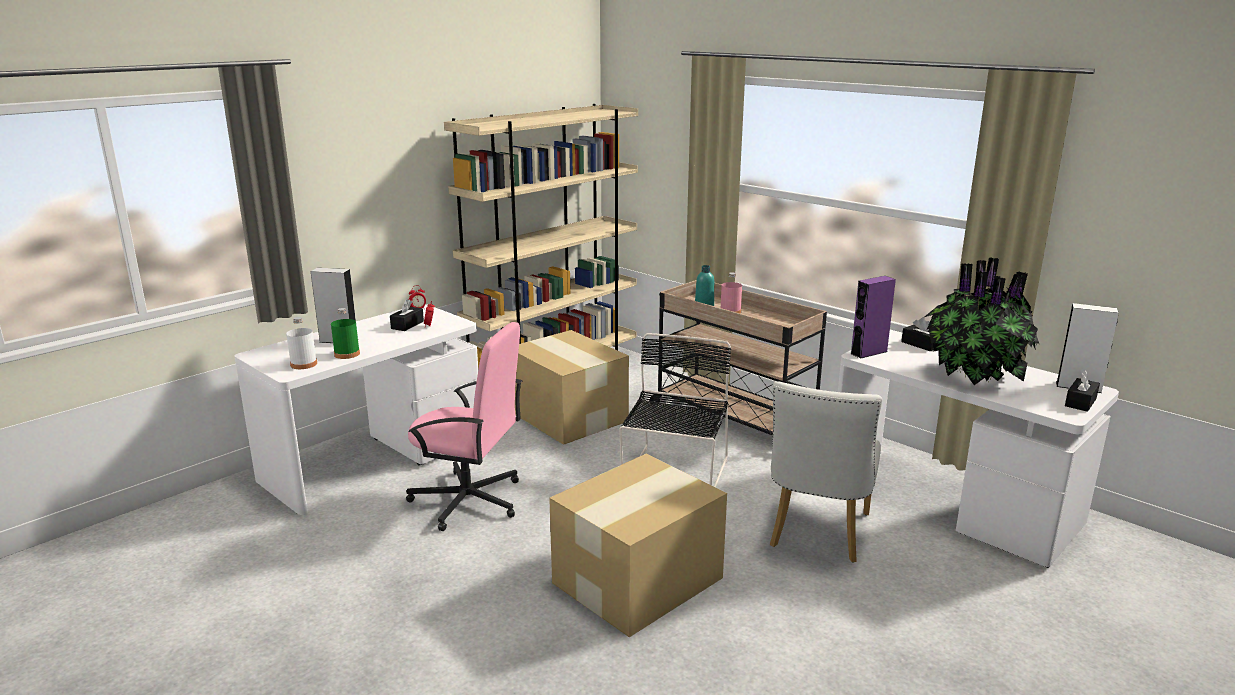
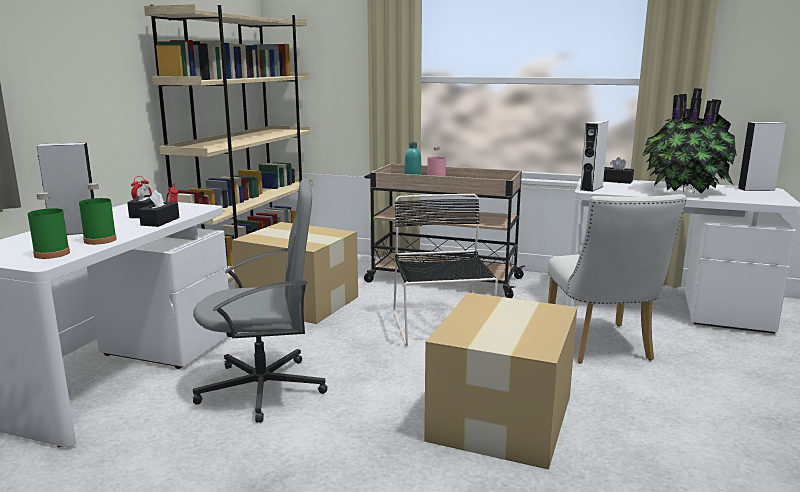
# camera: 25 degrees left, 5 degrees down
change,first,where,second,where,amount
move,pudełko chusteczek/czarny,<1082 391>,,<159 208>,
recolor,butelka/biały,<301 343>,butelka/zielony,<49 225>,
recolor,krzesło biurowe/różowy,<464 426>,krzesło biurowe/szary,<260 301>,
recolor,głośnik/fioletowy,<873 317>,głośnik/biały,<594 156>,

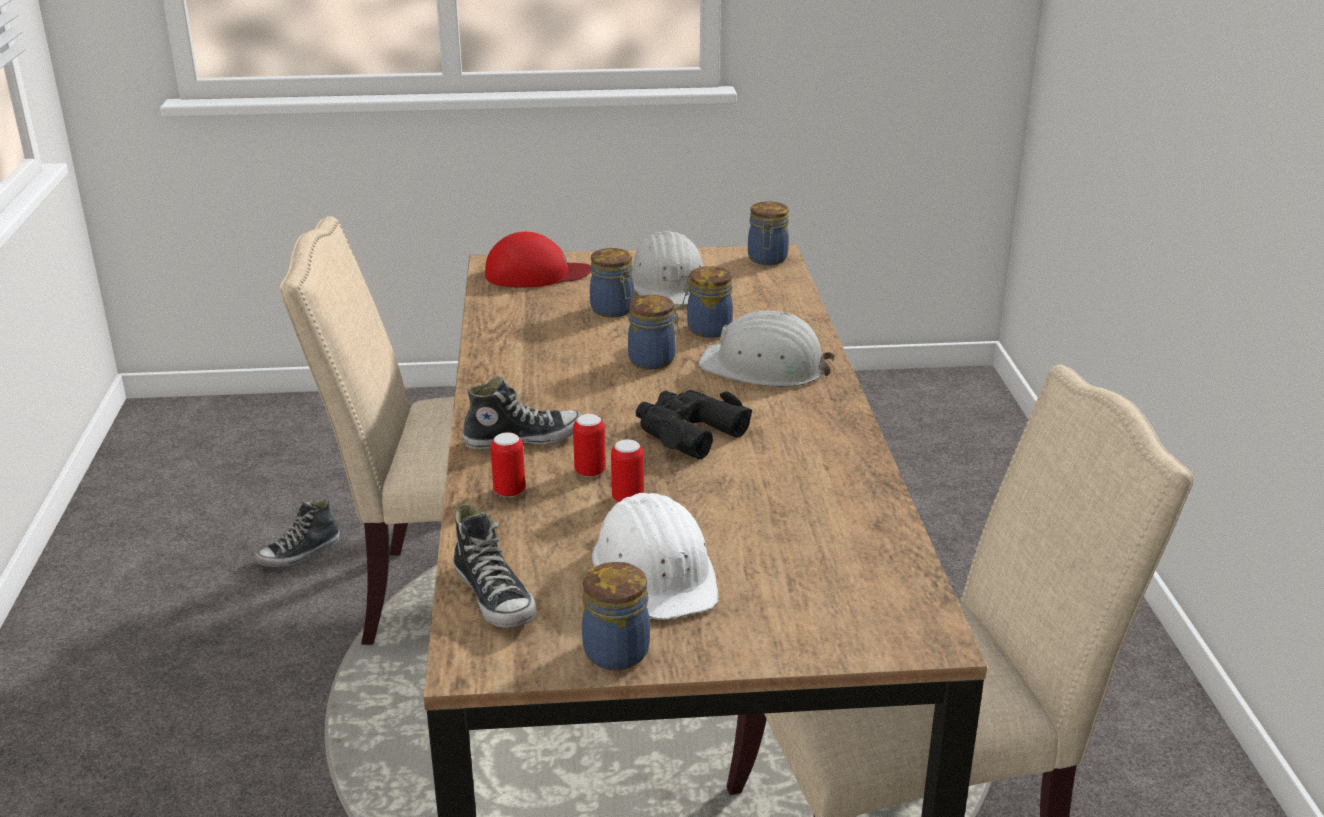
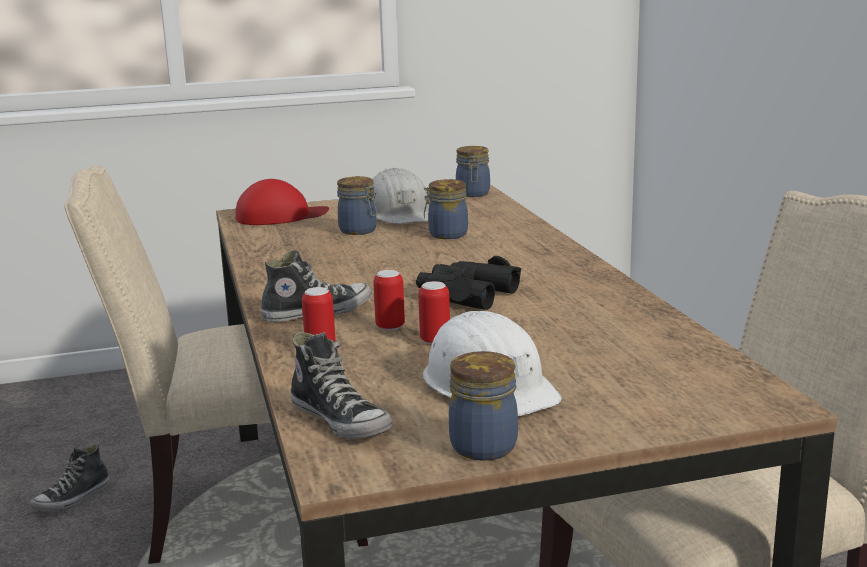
# camera: 10 degrees left, 10 degrees down
change,first,where,second,where,amount
delete,słoik,<654 332>,,,
delete,kask/biały,<766 349>,,,

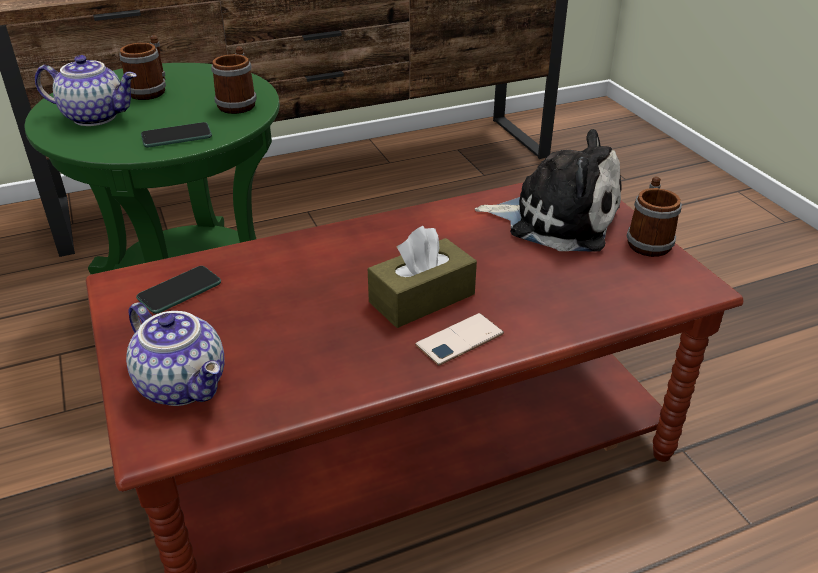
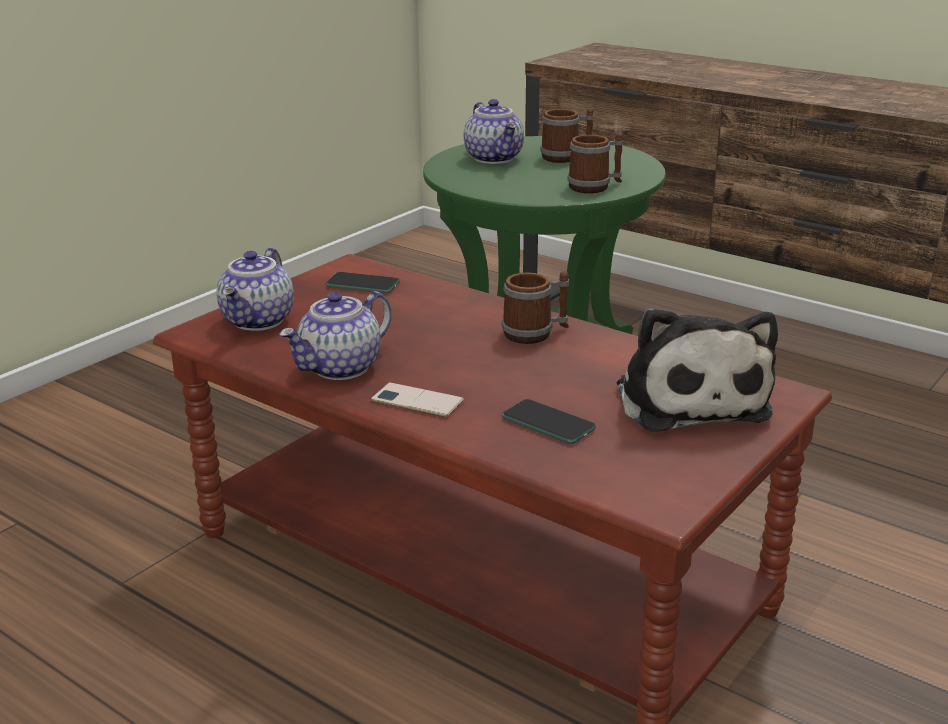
# camera: 60 degrees right, 10 degrees down
change,first,where,second,where,amount
delete,pudełko chusteczek/brązowy,<422 277>,,,
insert,,,imbryk,<335 335>,
move,telefon,<176 134>,,<549 421>,
move,kubek,<654 216>,,<535 307>,

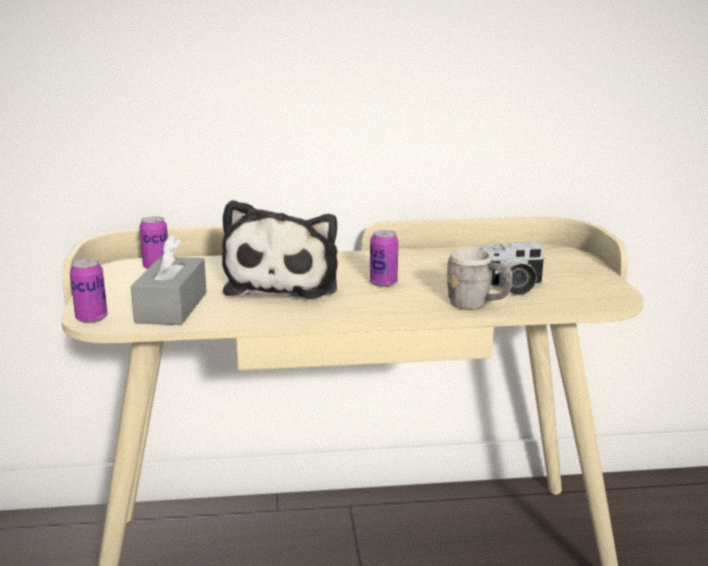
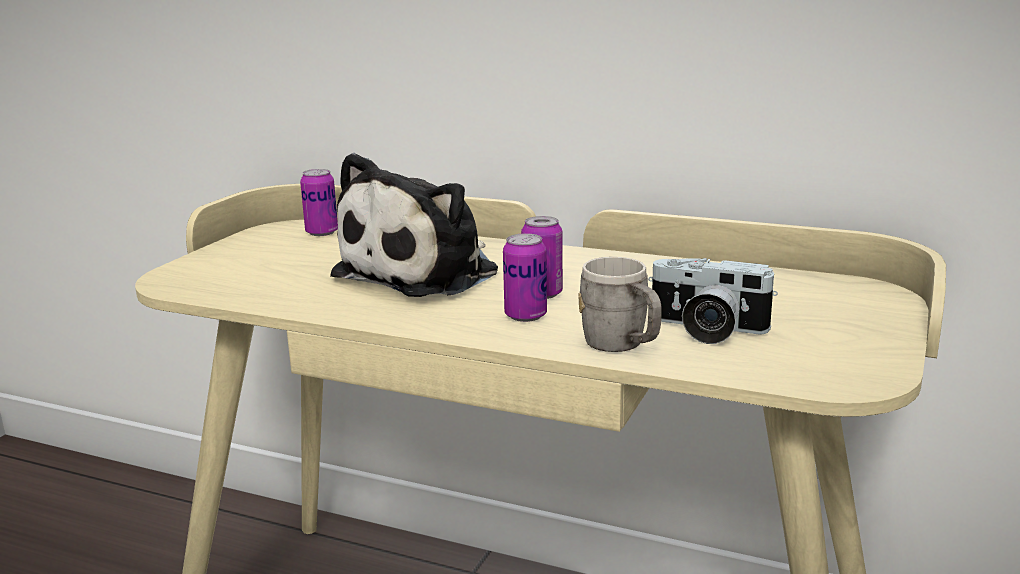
# camera: 30 degrees right, 0 degrees up
change,first,where,second,where,amount
delete,pudełko chusteczek/szary,<169 279>,,,
move,puszka,<89 291>,,<525 277>,

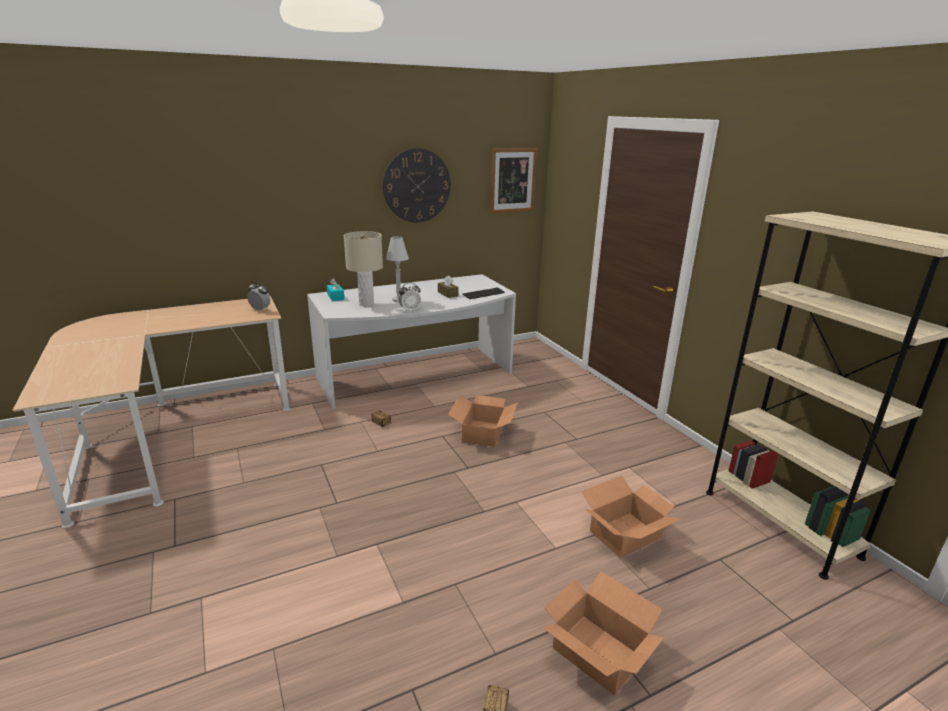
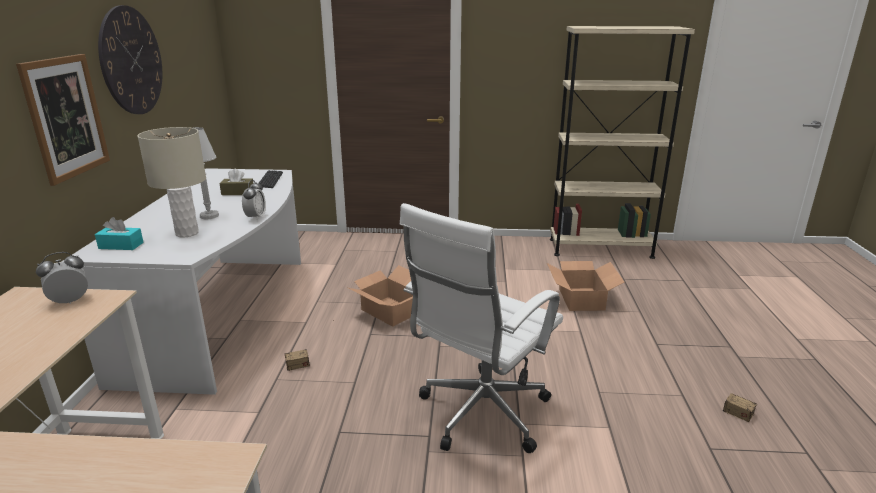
# camera: 60 degrees left, 0 degrees up
change,first,where,second,where,amount
delete,karton,<603 633>,,,
insert,,,krzesło biurowe/biały,<481 328>,
move,obraz,<514 181>,,<63 120>,

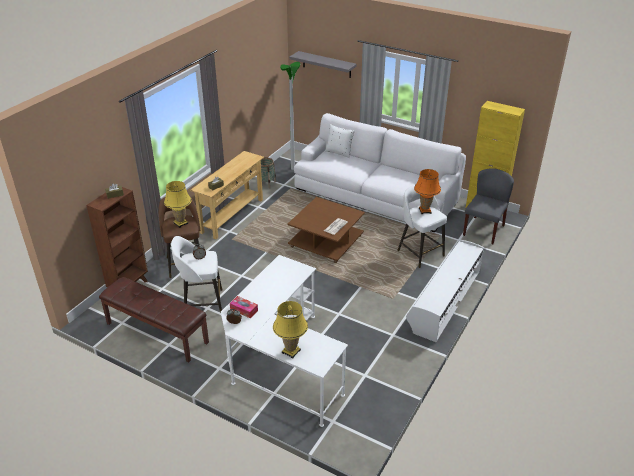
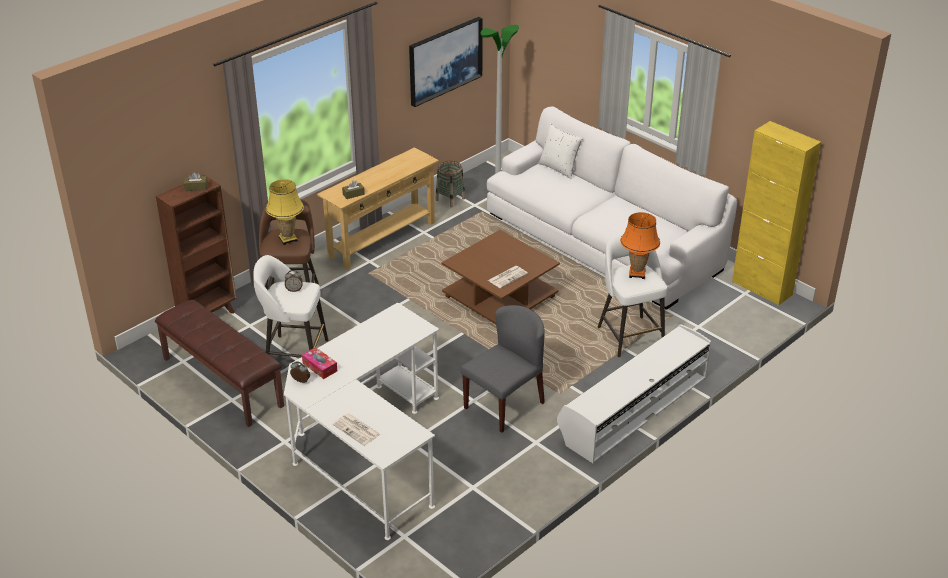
# camera: 15 degrees right, 0 degrees up
change,first,where,second,where,amount
delete,półka/szary,<323 64>,,,
insert,,,obraz,<446 62>,
move,krzesło/szary,<488 206>,,<503 369>,
replace,lampa stołowa/żółty,<290 330>,gazeta,<356 430>,

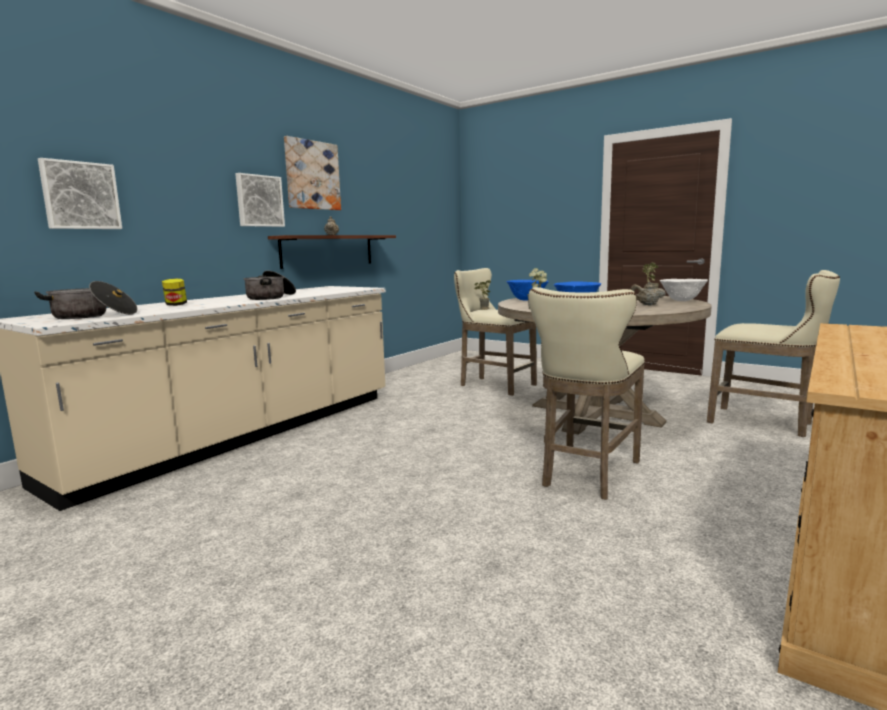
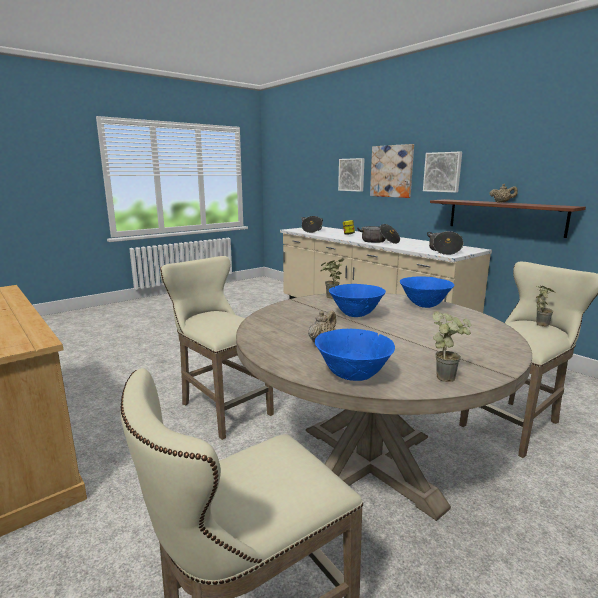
# camera: 105 degrees right, 5 degrees up
change,first,where,second,where,amount
insert,,,garnek,<445 243>,
move,obraz,<312 173>,,<392 171>,
recolor,miska/biały,<684 290>,miska/niebieski,<355 355>,

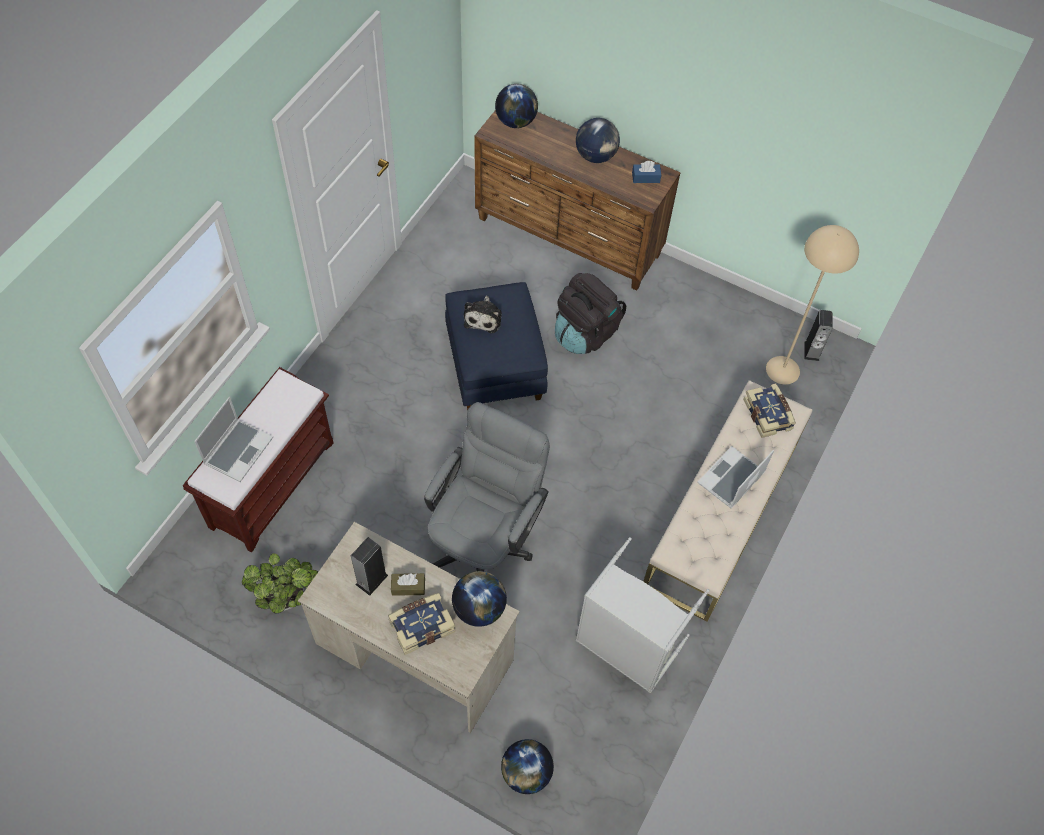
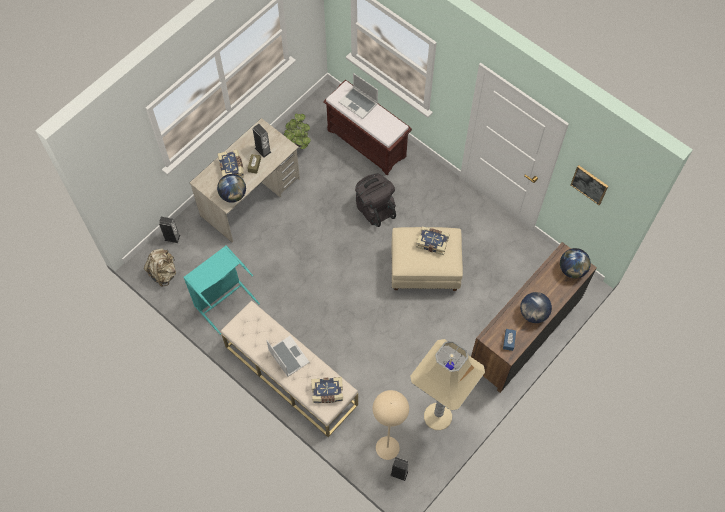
# camera: 105 degrees right, 5 degrees up
change,first,where,second,where,amount
delete,krzesło biurowe/szary,<487 486>,,,
insert,,,plecak/beżowy,<160 268>,
insert,,,lampa stojąca/beżowy,<447 384>,
insert,,,obraz,<589 185>,
move,plecak/czarny,<590 313>,,<375 200>,
replace,pluszak,<483 315>,książka,<433 241>,
replace,globus,<527 766>,głośnik,<169 230>,
recolor,pufa/niebieski,<496 346>,pufa/beżowy,<427 259>,
recolor,kosz na pranie/szary,<643 615>,kosz na pranie/turkusowy,<221 290>,

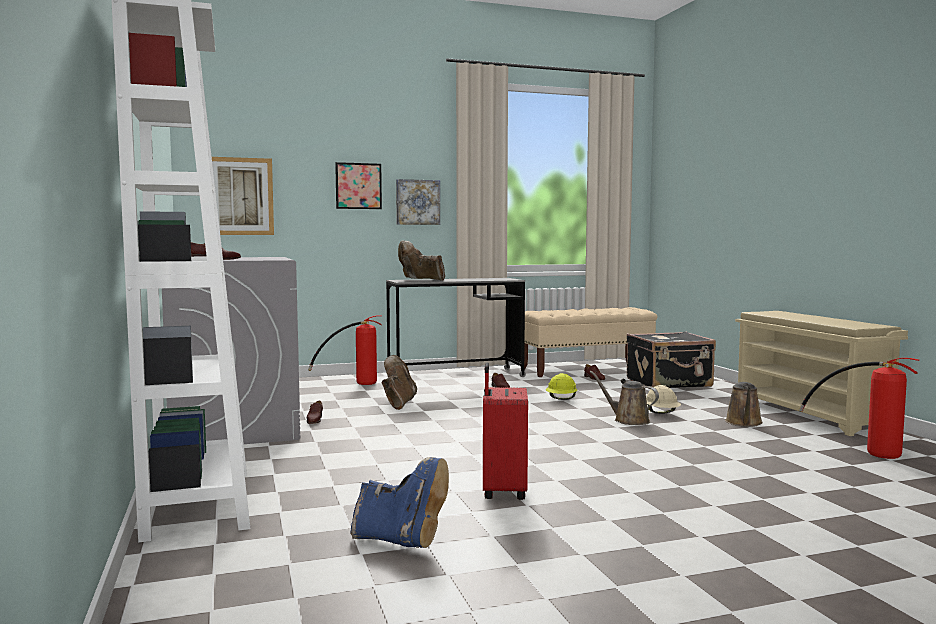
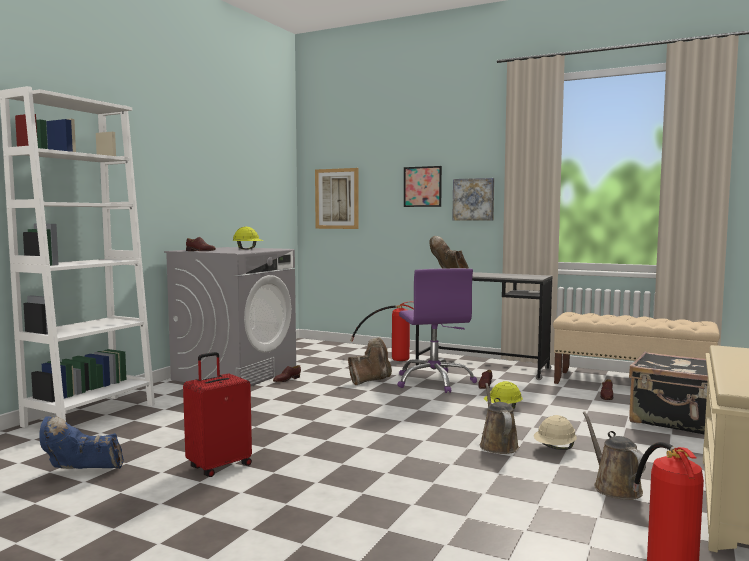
# camera: 45 degrees right, 0 degrees up
change,first,where,second,where,amount
insert,,,kask/żółty,<248 238>,
insert,,,krzesło biurowe/fioletowy,<437 330>,
rotate,but z cholewką/niebieski,<400 502>,,<81 442>,105 degrees clockwise
rotate,konewka/brązowy,<744 404>,,<614 455>,105 degrees clockwise

